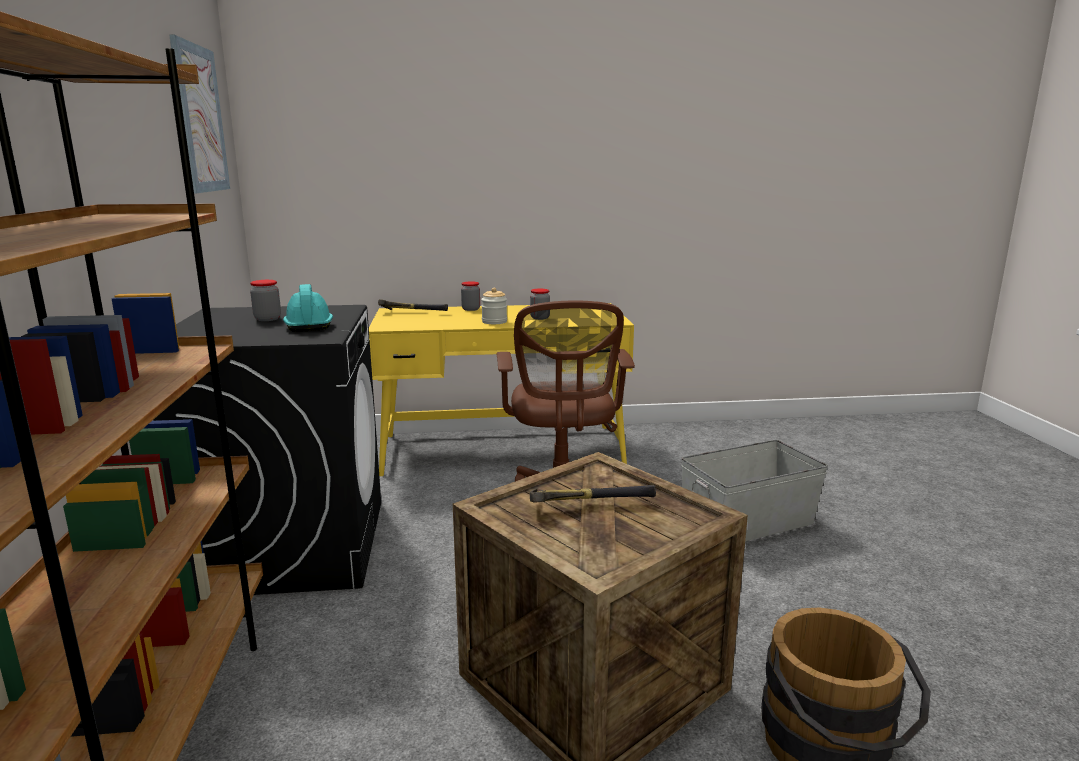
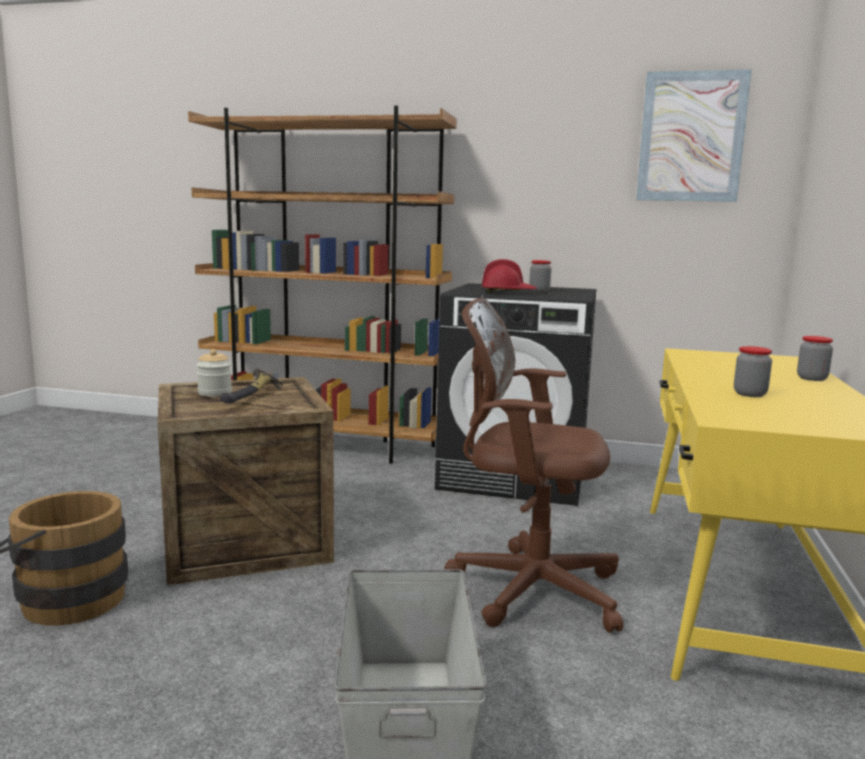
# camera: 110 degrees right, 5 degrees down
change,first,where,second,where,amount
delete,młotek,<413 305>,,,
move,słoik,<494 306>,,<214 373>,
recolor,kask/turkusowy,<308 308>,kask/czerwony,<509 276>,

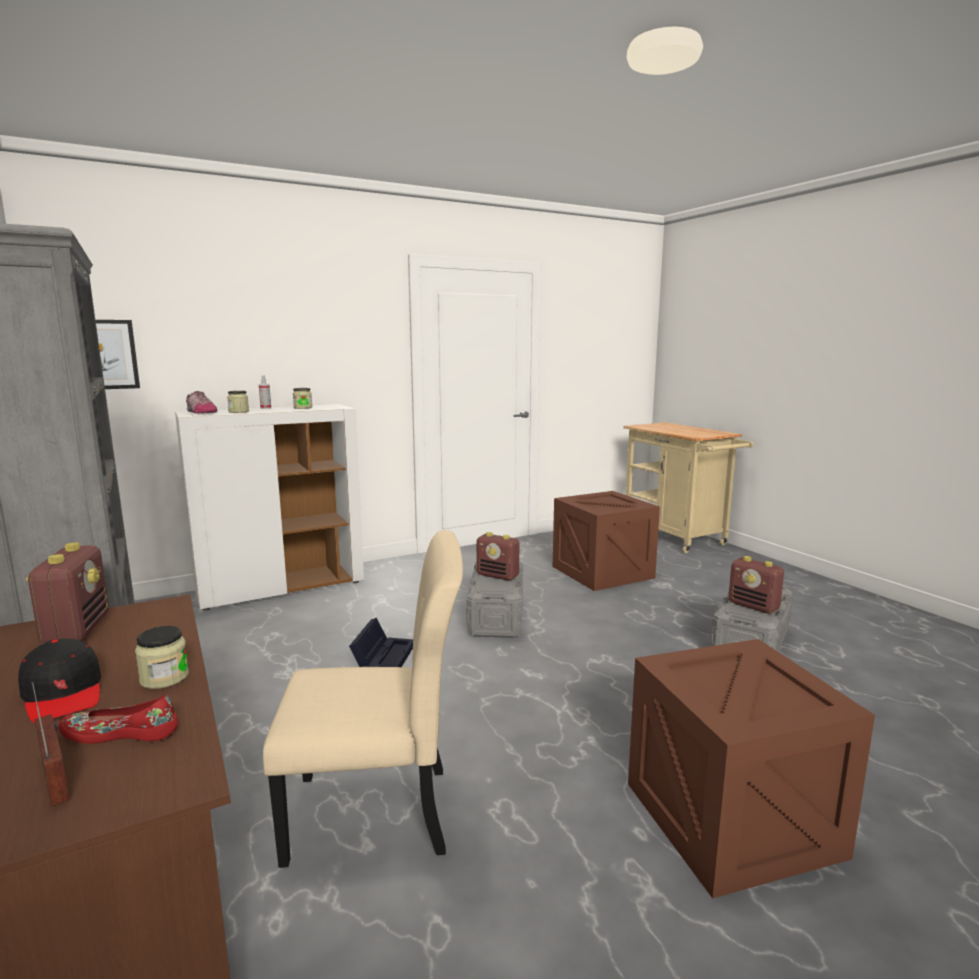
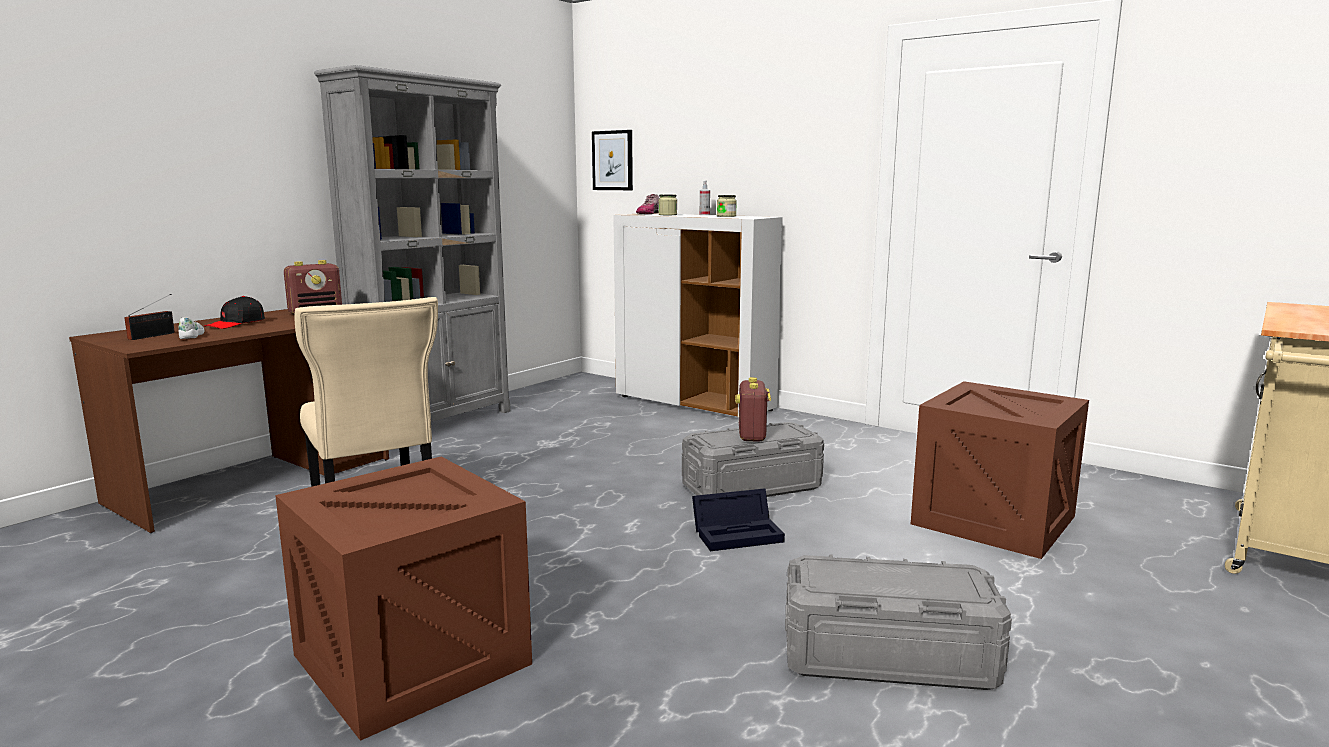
# camera: 65 degrees right, 0 degrees up
change,first,where,second,where,amount
delete,słoik,<162 657>,,,
delete,radio,<756 585>,,,
move,pojemnik do przechowywania/czarny,<381 642>,,<738 519>,
recolor,but/czerwony,<119 719>,but/biały,<191 328>,

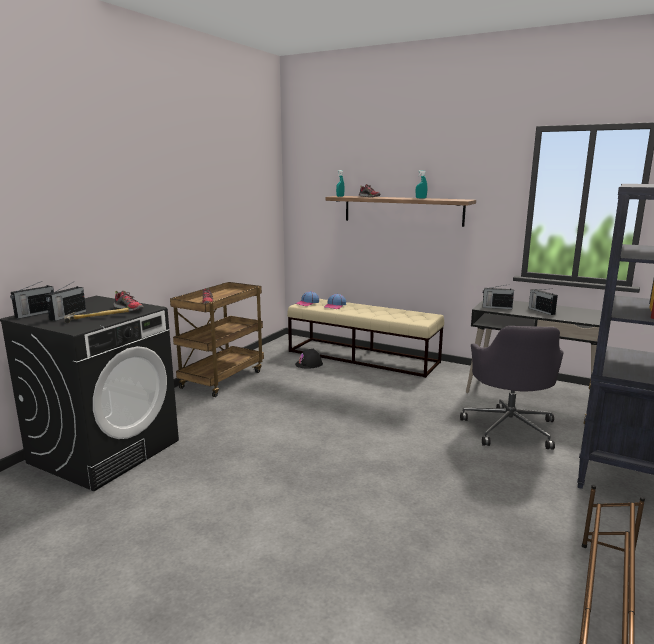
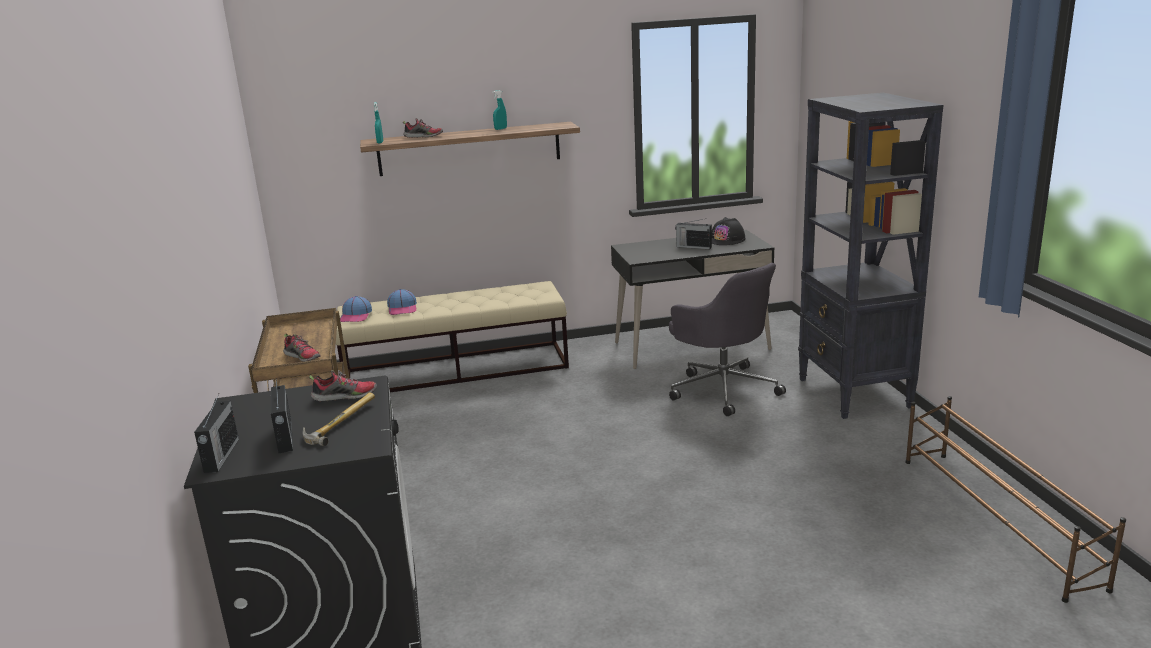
# camera: 40 degrees left, 5 degrees up
change,first,where,second,where,amount
delete,radio,<498 297>,,,
move,kask/czarny,<309 359>,,<729 231>,

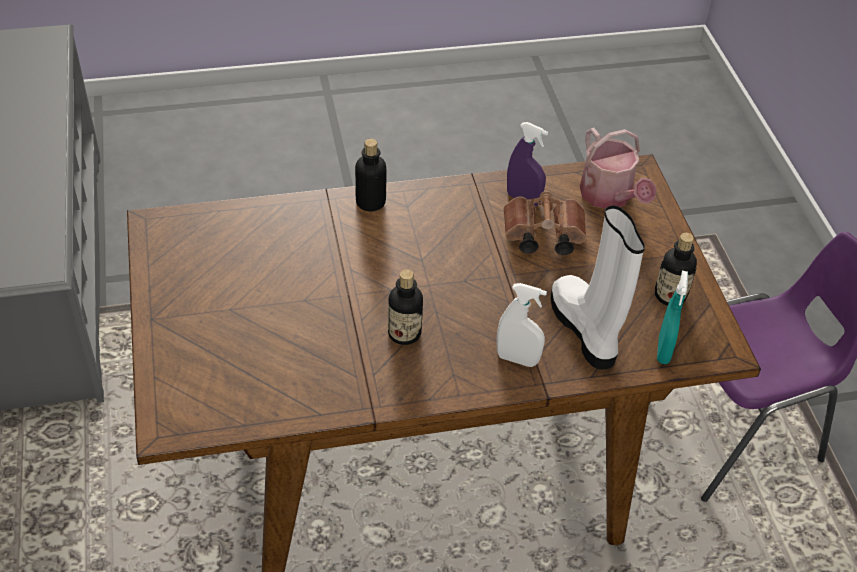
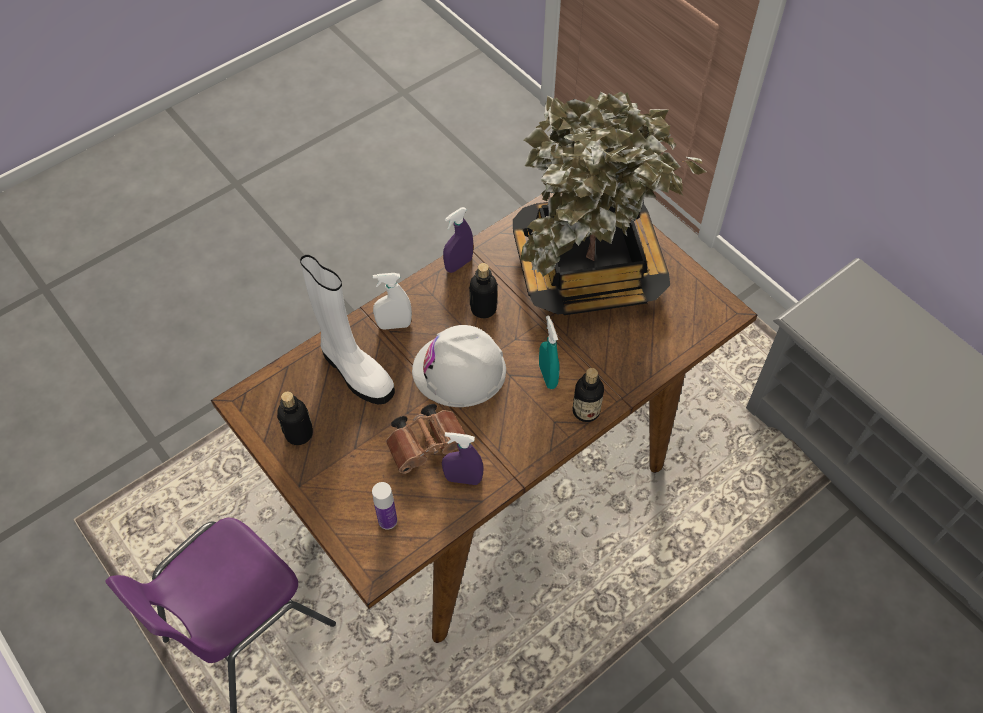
# camera: 155 degrees right, 10 degrees up
change,first,where,second,where,amount
insert,,,kask/biały,<459 366>,
insert,,,spryskiwacz/fioletowy,<458 240>,
insert,,,roślina doniczkowa,<609 203>,
move,spryskiwacz/turkusowy,<672 317>,,<549 352>,
replace,konewka,<618 168>,butelka,<384 506>,

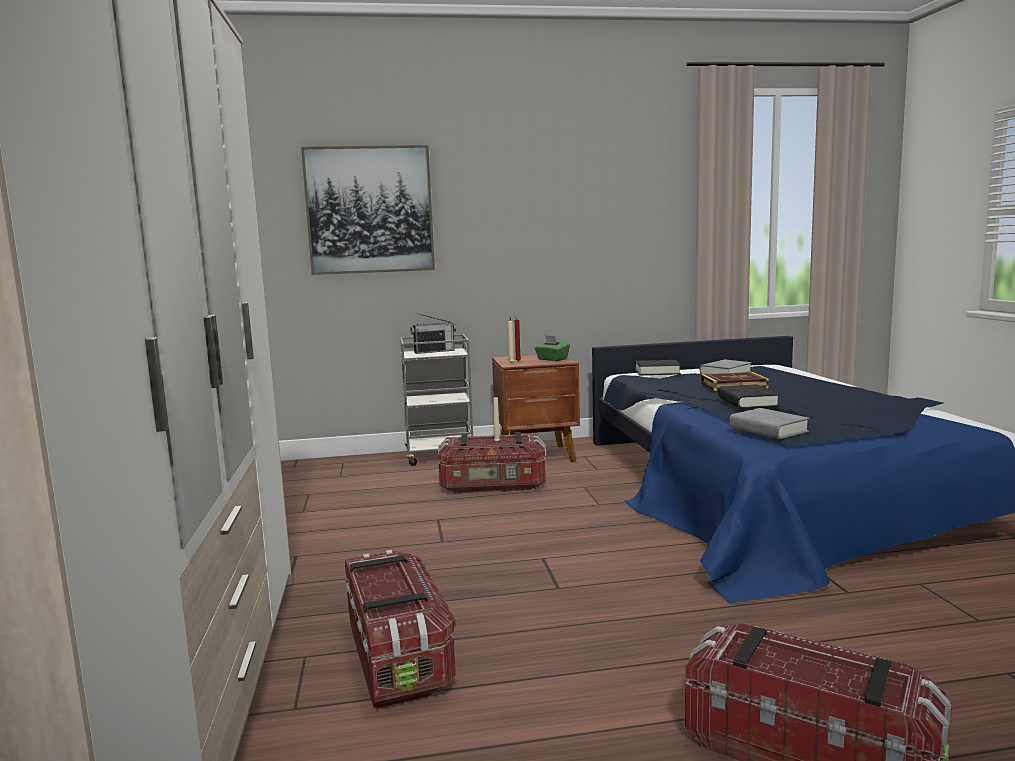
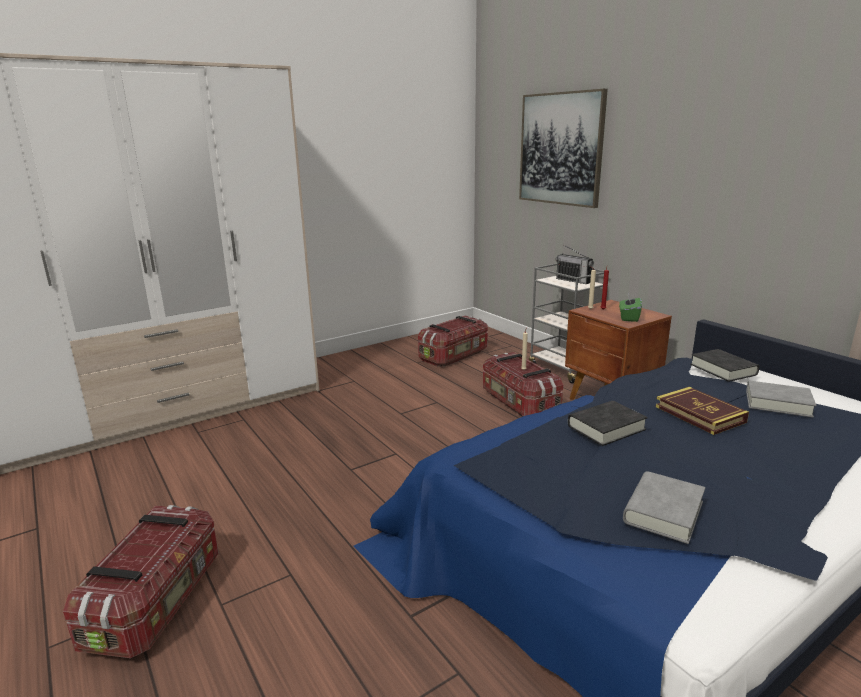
# camera: 65 degrees right, 10 degrees up
change,first,where,second,where,amount
move,pojemnik do przechowywania,<400 629>,,<453 341>,
move,książka/szary,<769 423>,,<664 507>,

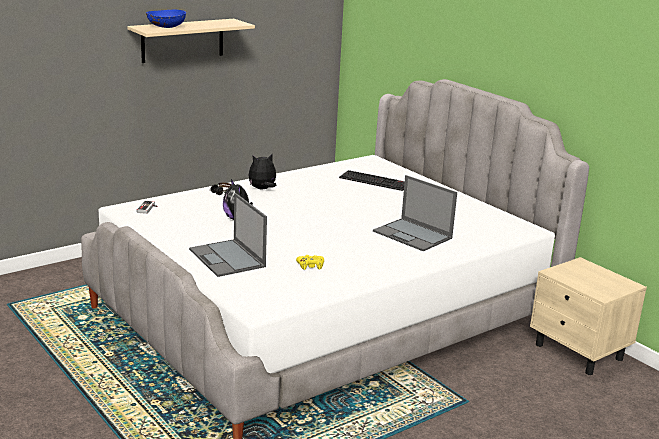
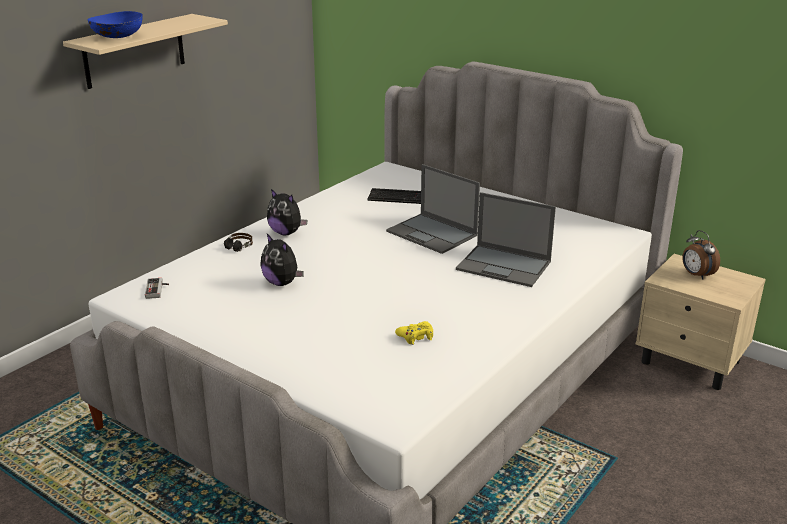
# camera: 15 degrees left, 5 degrees up
change,first,where,second,where,amount
insert,,,budzik,<701 255>,
move,laptop,<228 235>,,<433 209>,
rotate,pluszak,<262 171>,,<287 212>,105 degrees counterclockwise

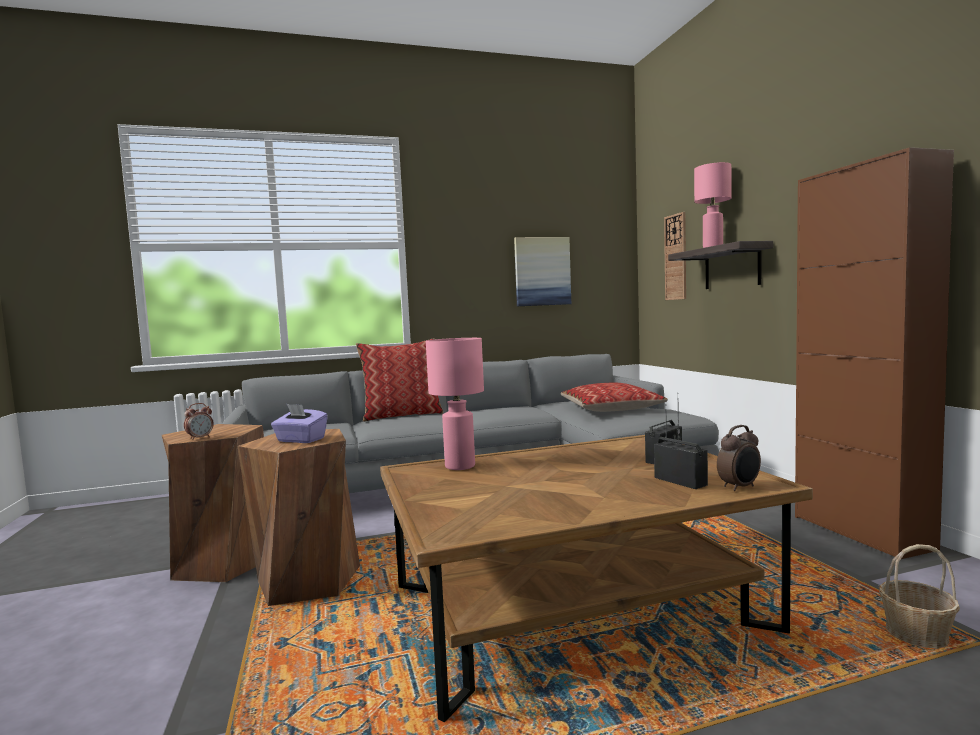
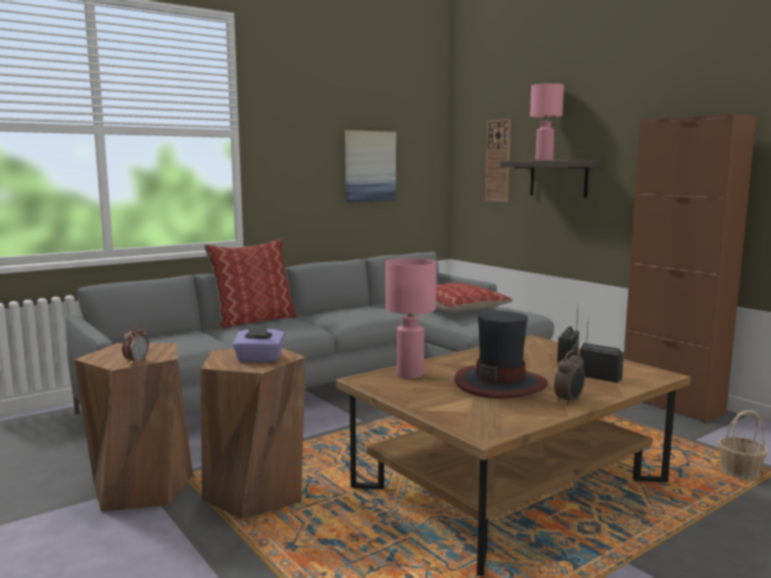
# camera: 20 degrees left, 5 degrees up
change,first,where,second,where,amount
insert,,,kapelusz,<501 355>,
move,budzik,<739 458>,,<569 377>,

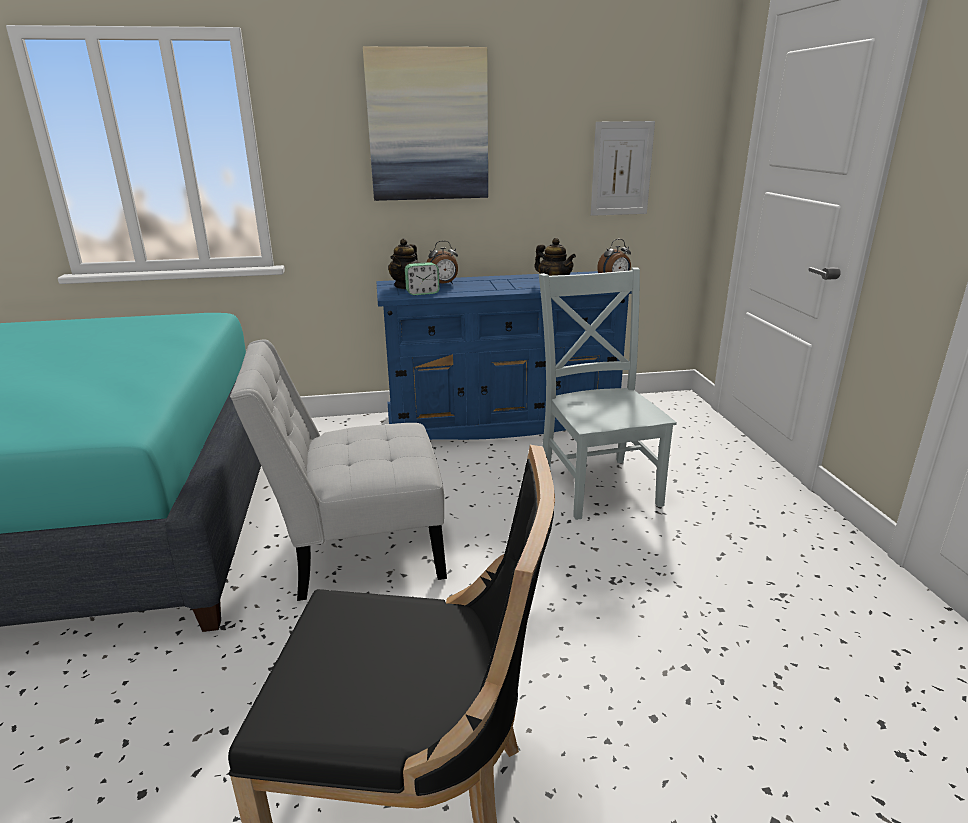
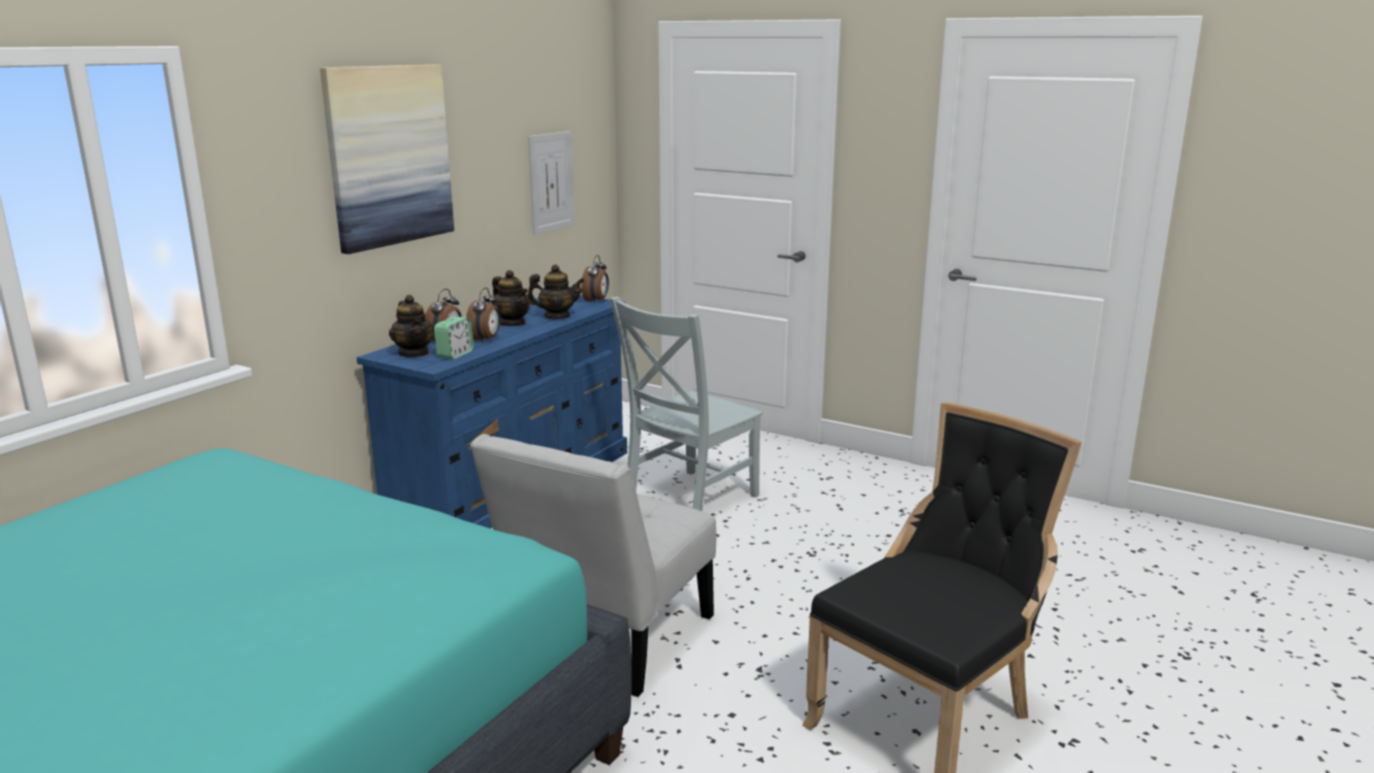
# camera: 50 degrees left, 5 degrees down
change,first,where,second,where,amount
insert,,,budzik,<483 315>,
insert,,,imbryk,<511 298>,
rotate,krzesło/szary,<608 393>,,<686 404>,75 degrees counterclockwise

